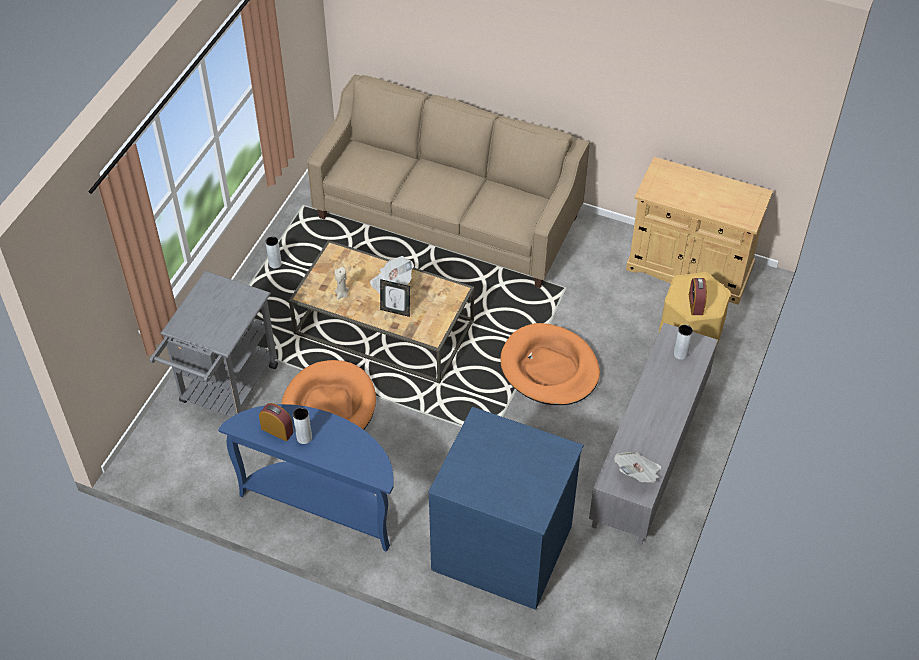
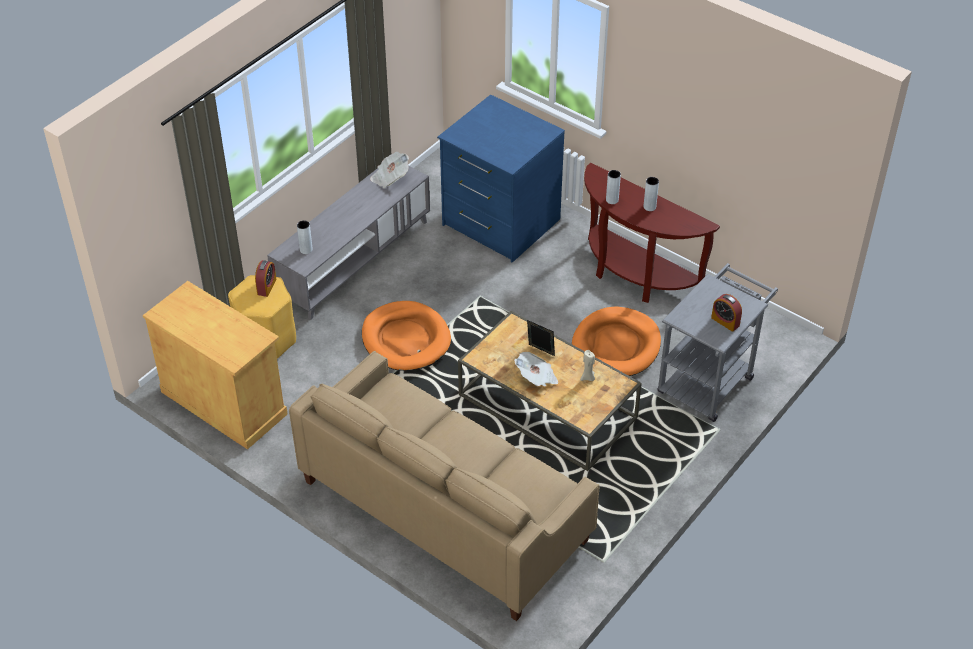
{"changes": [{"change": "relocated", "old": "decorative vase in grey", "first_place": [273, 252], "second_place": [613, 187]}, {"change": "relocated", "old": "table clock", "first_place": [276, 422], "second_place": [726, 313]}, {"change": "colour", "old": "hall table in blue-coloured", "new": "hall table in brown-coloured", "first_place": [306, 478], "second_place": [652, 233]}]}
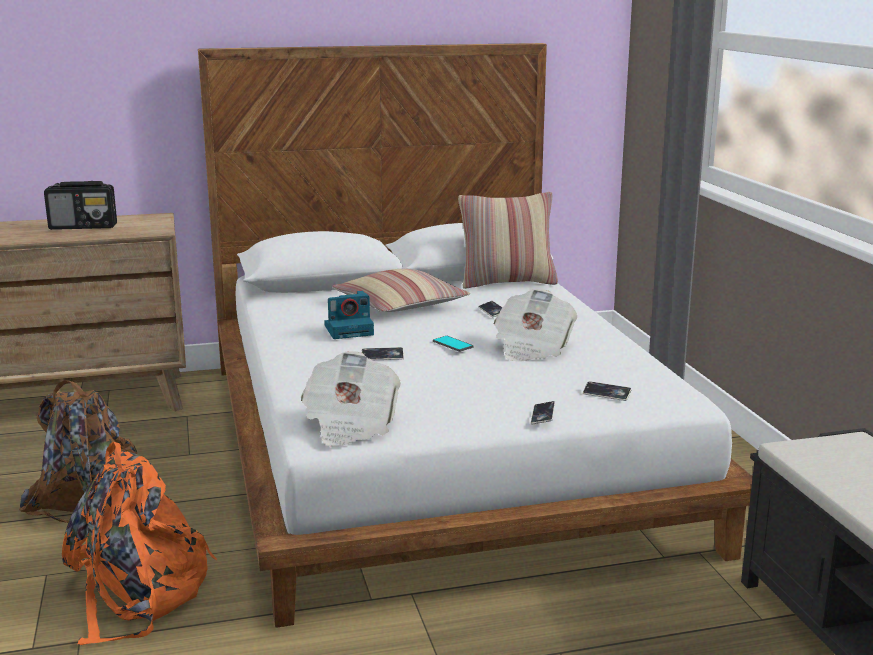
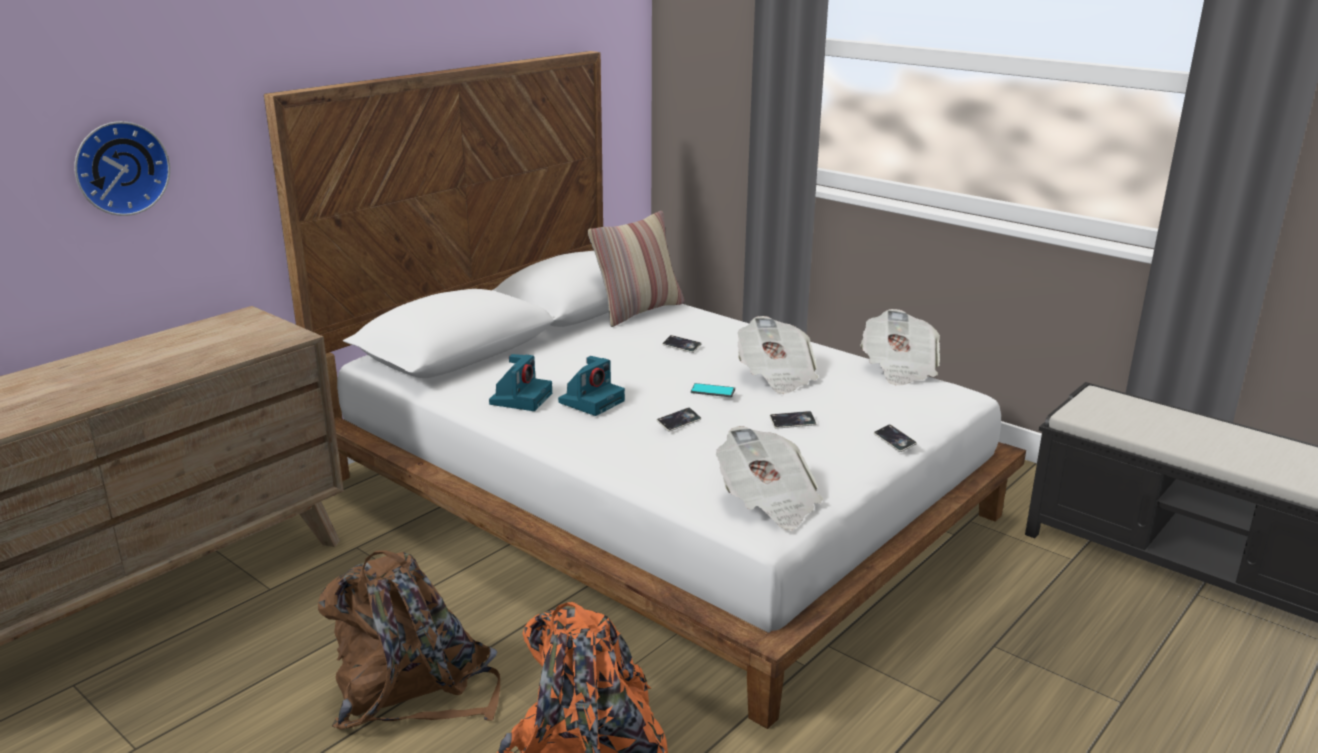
{"changes": [{"change": "missing", "old": "radio set", "first_place": [80, 205]}, {"change": "missing", "old": "pillow", "first_place": [401, 290]}, {"change": "relocated", "old": "handset", "first_place": [607, 391], "second_place": [793, 420]}, {"change": "appeared", "new": "clock on the wall", "second_place": [122, 168]}, {"change": "appeared", "new": "newspaper", "second_place": [900, 347]}, {"change": "appeared", "new": "photo camera", "second_place": [520, 382]}]}
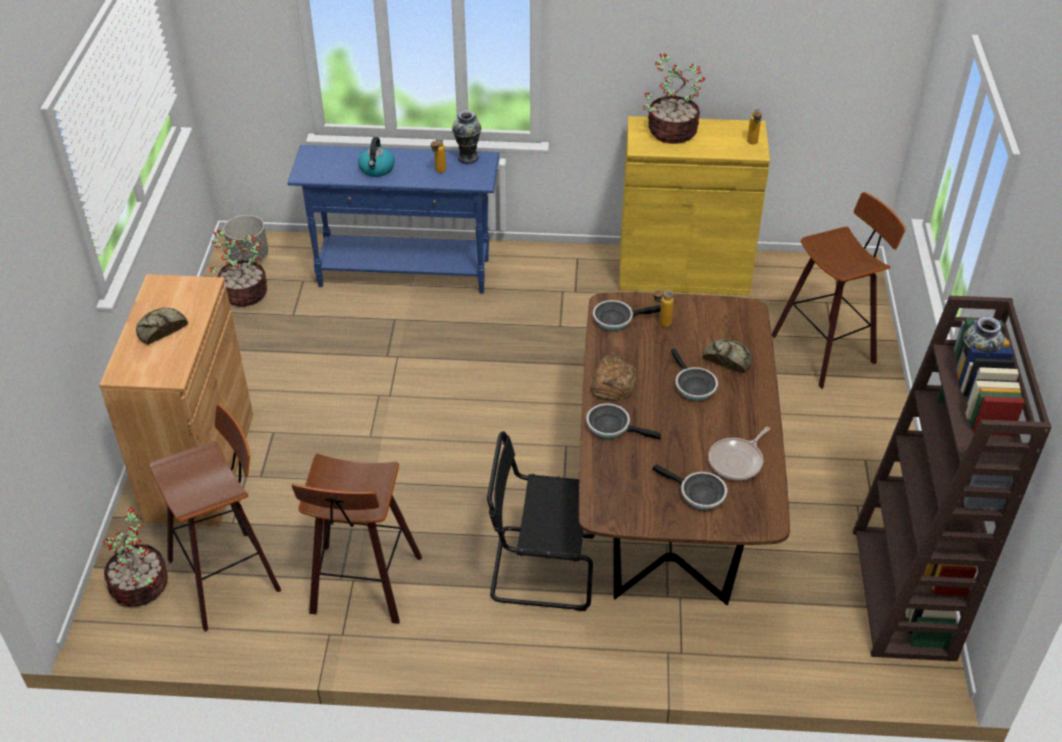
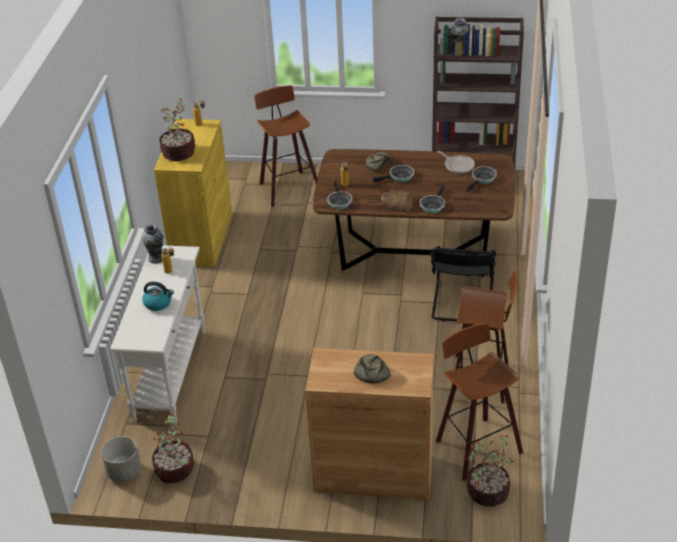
{"changes": [{"change": "colour", "old": "hall table in blue-coloured", "new": "hall table in white-coloured", "first_place": [393, 219], "second_place": [157, 334]}]}
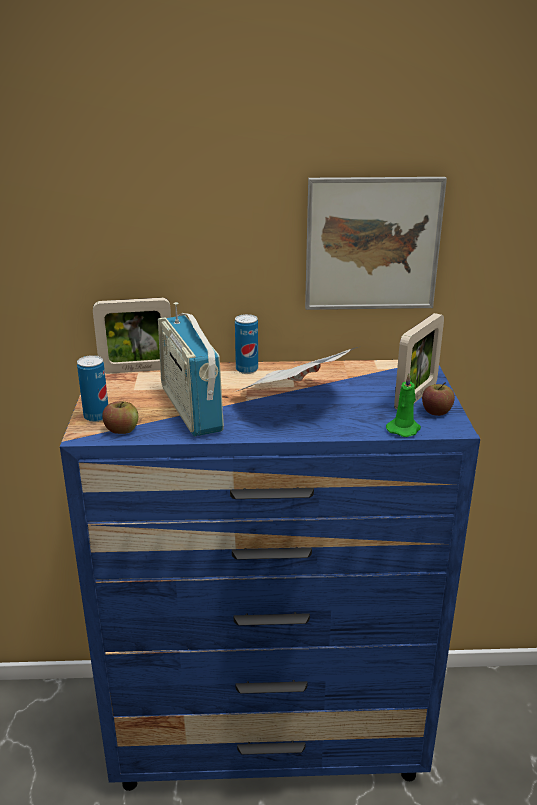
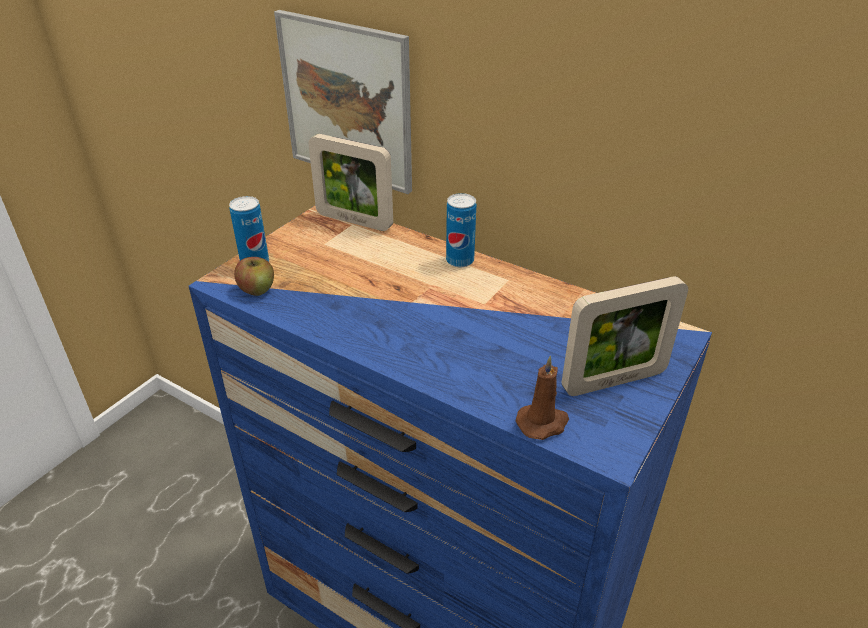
{"changes": [{"change": "relocated", "old": "wall picture", "first_place": [376, 243], "second_place": [343, 102]}, {"change": "missing", "old": "radio set", "first_place": [191, 369]}, {"change": "missing", "old": "newspaper", "first_place": [297, 369]}, {"change": "colour", "old": "wax candle in green-coloured", "new": "wax candle in brown-coloured", "first_place": [403, 405], "second_place": [542, 397]}, {"change": "missing", "old": "apple fruit", "first_place": [438, 399]}]}
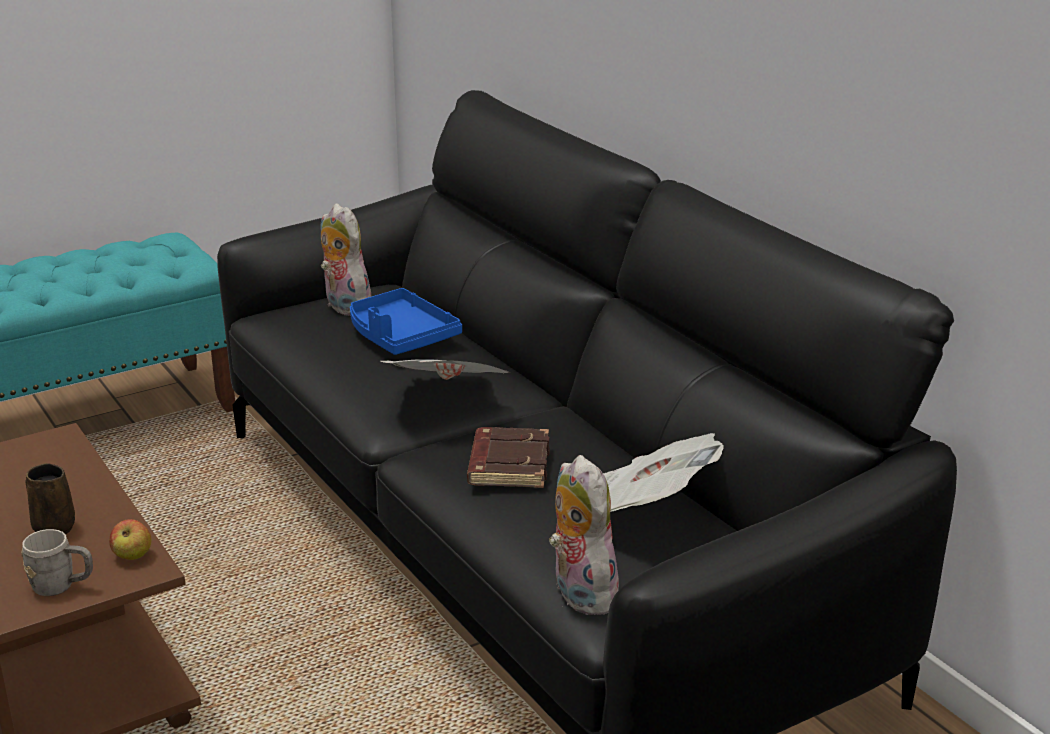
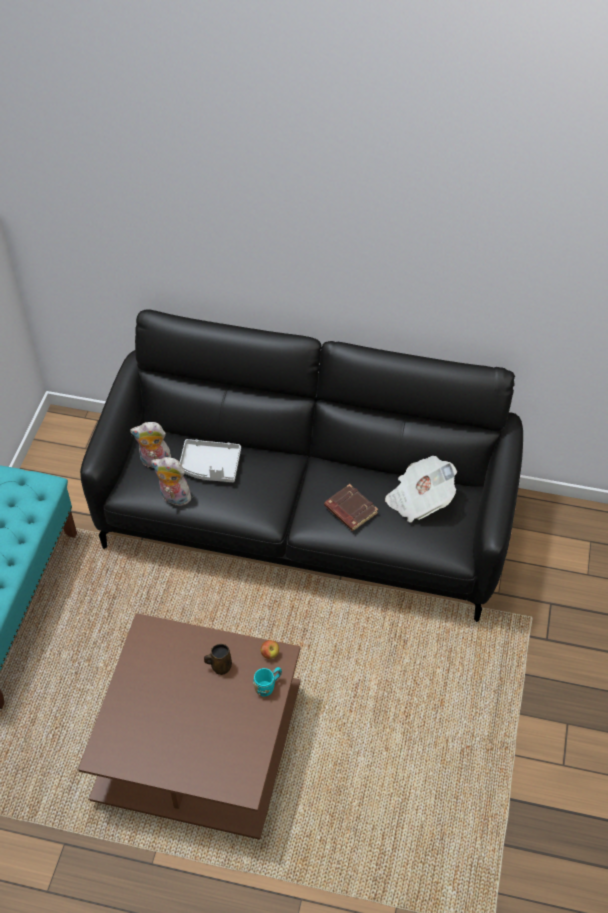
{"changes": [{"change": "colour", "old": "carrying tray in blue-coloured", "new": "carrying tray in grey", "first_place": [406, 321], "second_place": [210, 460]}, {"change": "missing", "old": "newspaper", "first_place": [445, 369]}, {"change": "relocated", "old": "soft toy", "first_place": [584, 535], "second_place": [171, 481]}, {"change": "colour", "old": "mug in grey", "new": "mug in turquoise-coloured", "first_place": [57, 562], "second_place": [267, 681]}]}
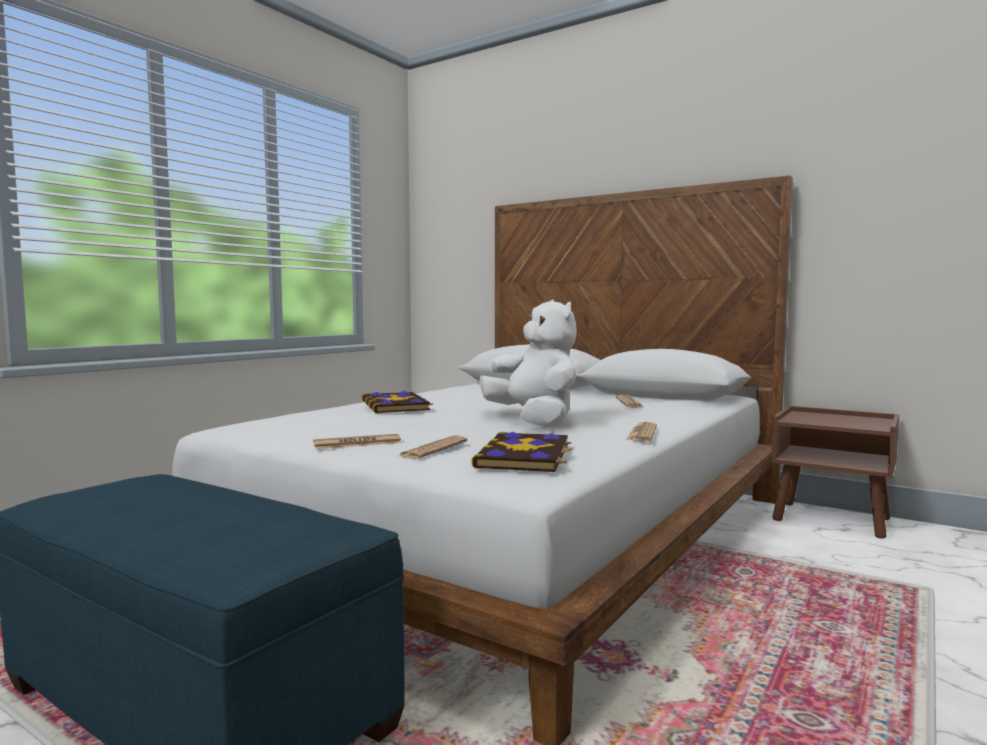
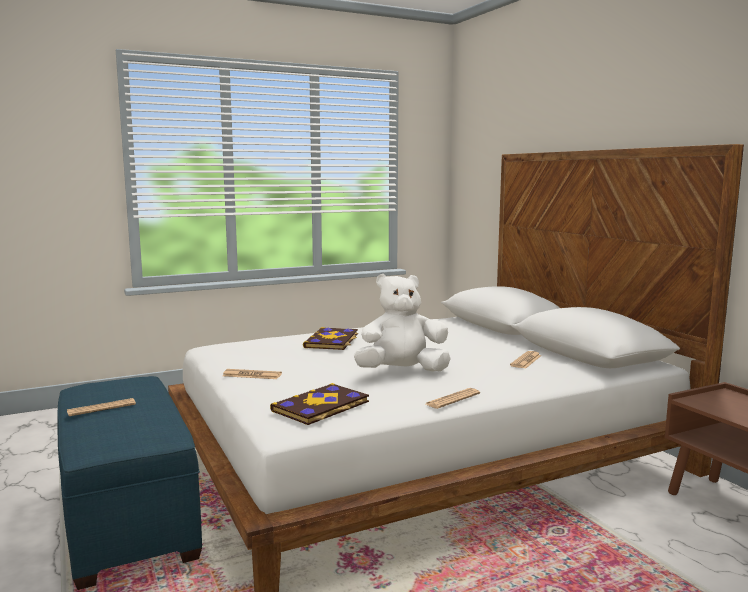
{"changes": [{"change": "spun", "old": "soft toy in white-coloured", "first_place": [528, 363], "second_place": [402, 323], "degrees": -105}, {"change": "relocated", "old": "newspaper", "first_place": [433, 447], "second_place": [101, 407]}]}
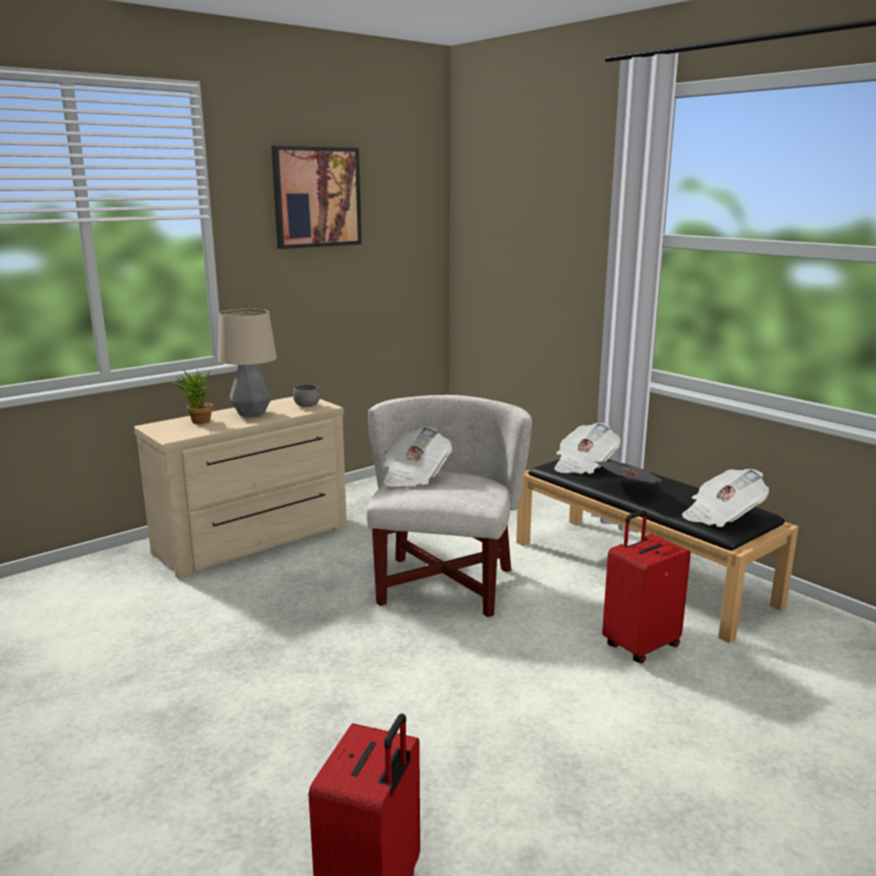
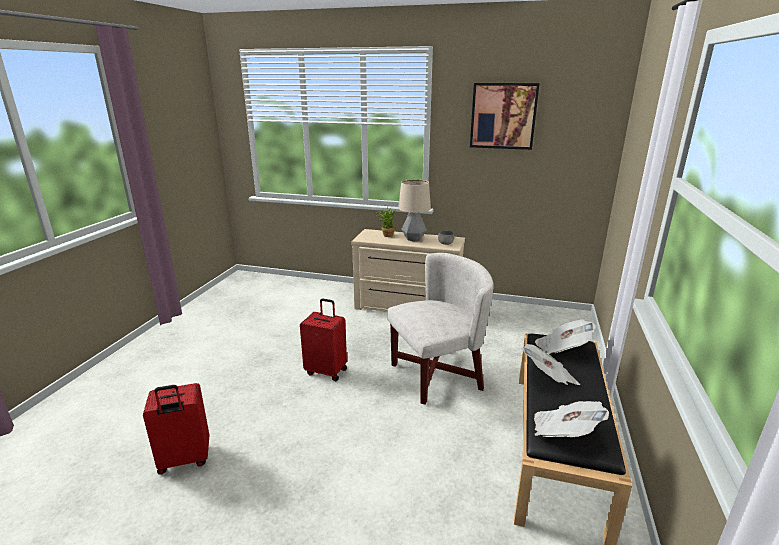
{"changes": [{"change": "missing", "old": "newspaper", "first_place": [417, 457]}, {"change": "relocated", "old": "travel case in red-coloured", "first_place": [646, 587], "second_place": [323, 339]}]}
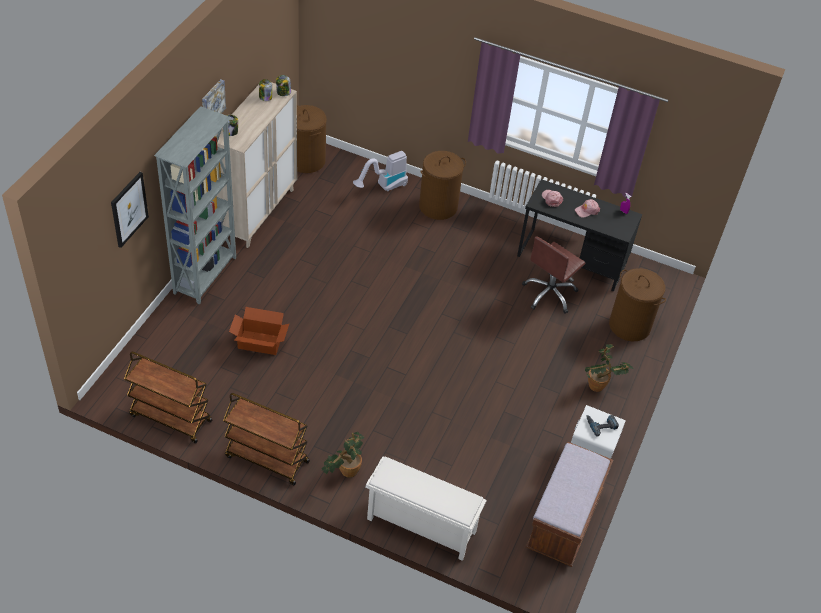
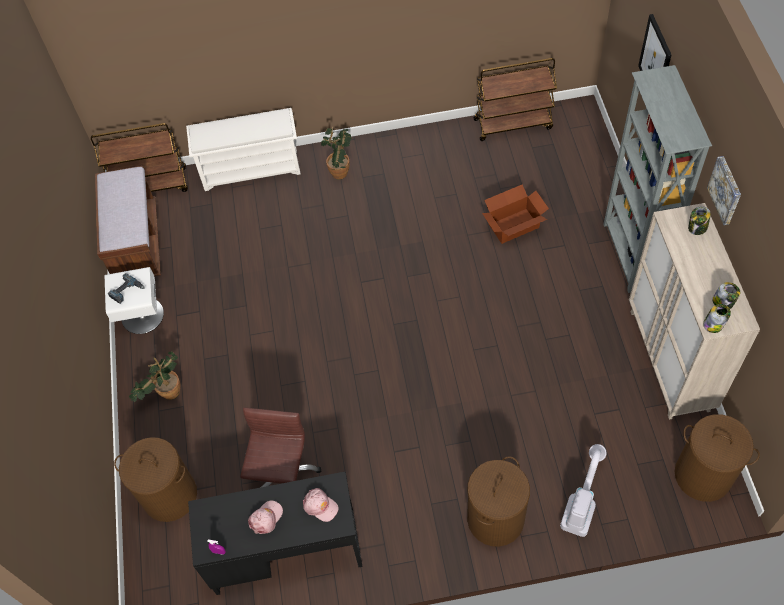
{"changes": [{"change": "relocated", "old": "trolley in brown-coloured", "first_place": [266, 439], "second_place": [139, 157]}]}
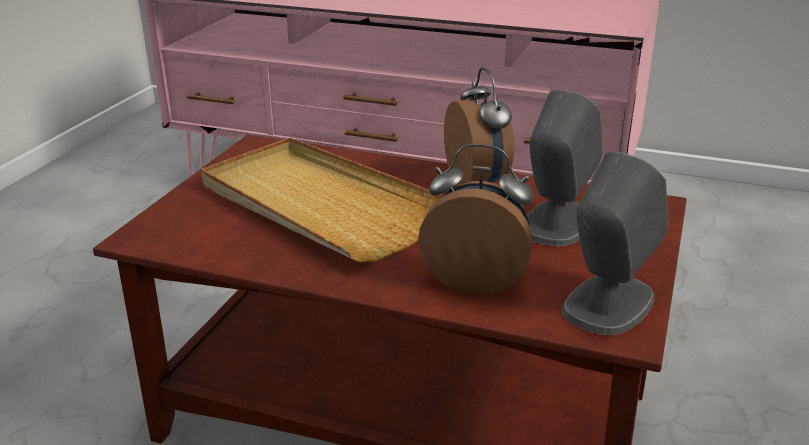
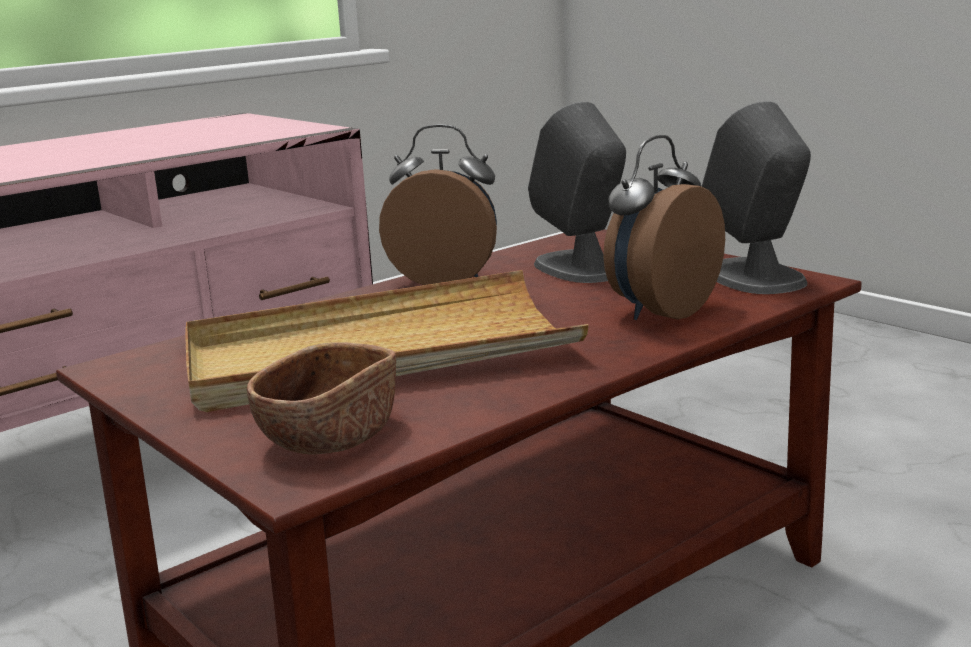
{"changes": [{"change": "appeared", "new": "serving bowl in brown-coloured", "second_place": [321, 399]}]}
